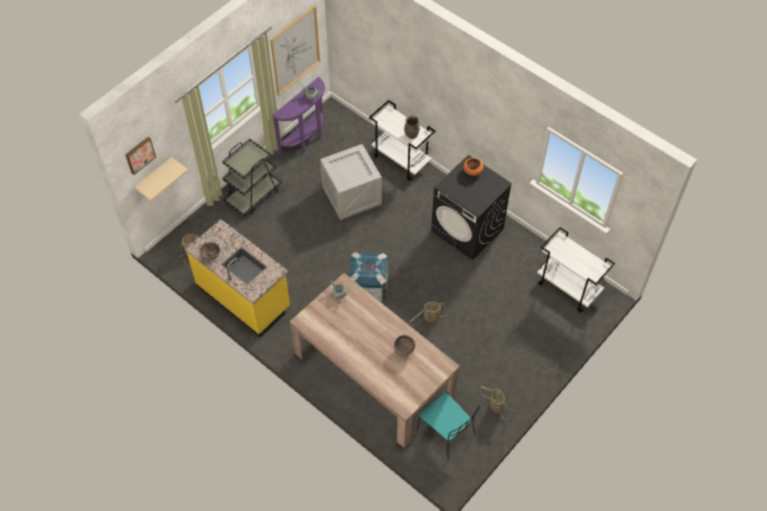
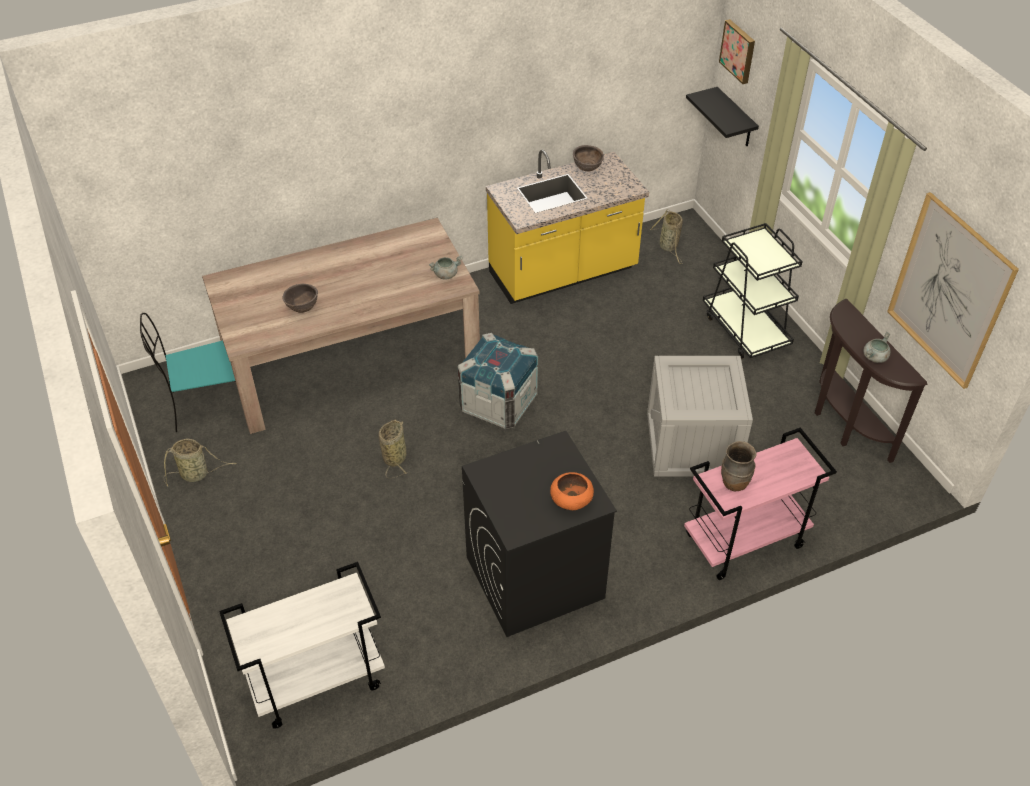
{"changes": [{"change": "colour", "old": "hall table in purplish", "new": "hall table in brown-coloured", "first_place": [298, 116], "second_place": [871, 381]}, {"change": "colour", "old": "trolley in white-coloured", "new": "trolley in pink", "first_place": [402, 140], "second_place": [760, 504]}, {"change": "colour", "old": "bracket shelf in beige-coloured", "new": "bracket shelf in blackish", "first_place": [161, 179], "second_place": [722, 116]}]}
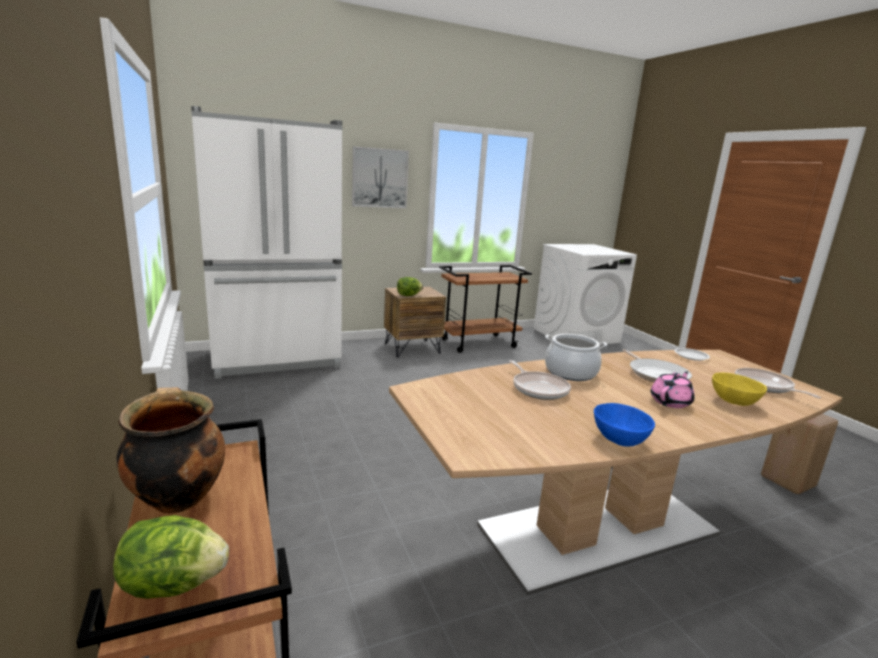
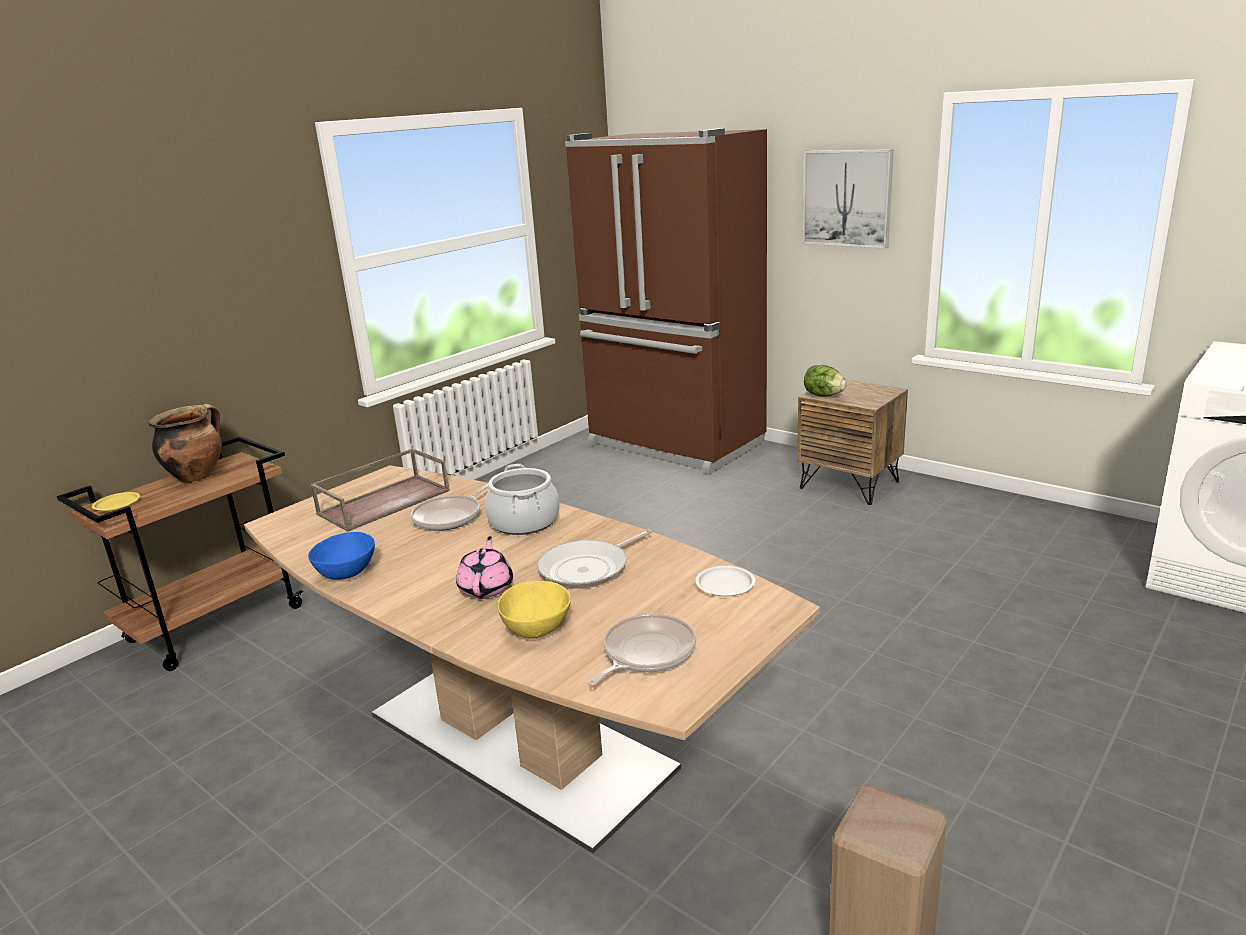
{"changes": [{"change": "colour", "old": "kitchen fridge in white-coloured", "new": "kitchen fridge in brown-coloured", "first_place": [266, 242], "second_place": [666, 301]}, {"change": "missing", "old": "trolley in brown-coloured", "first_place": [485, 309]}, {"change": "spun", "old": "pot for tea in pink", "first_place": [672, 389], "second_place": [484, 567], "degrees": -105}, {"change": "exchanged", "old": "head of lettuce", "new": "dinner plate in yellow", "first_place": [171, 557], "second_place": [116, 501]}, {"change": "appeared", "new": "carrying tray in brown-coloured", "second_place": [380, 490]}]}
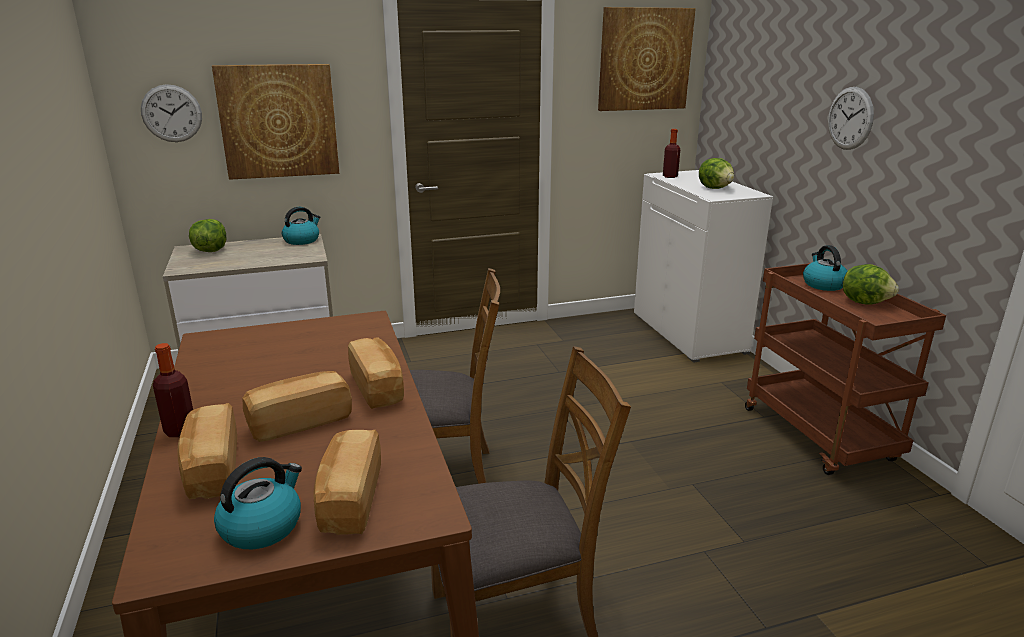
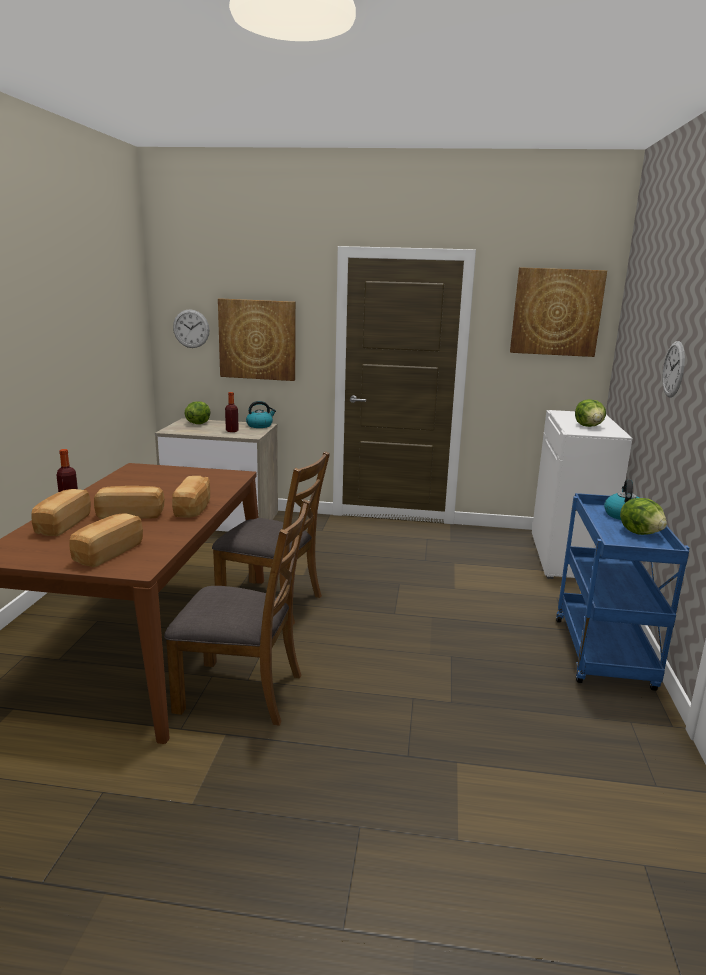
{"changes": [{"change": "relocated", "old": "bottle", "first_place": [671, 153], "second_place": [232, 412]}, {"change": "colour", "old": "trolley in brown-coloured", "new": "trolley in blue-coloured", "first_place": [845, 369], "second_place": [622, 592]}, {"change": "missing", "old": "water kettle", "first_place": [258, 503]}]}
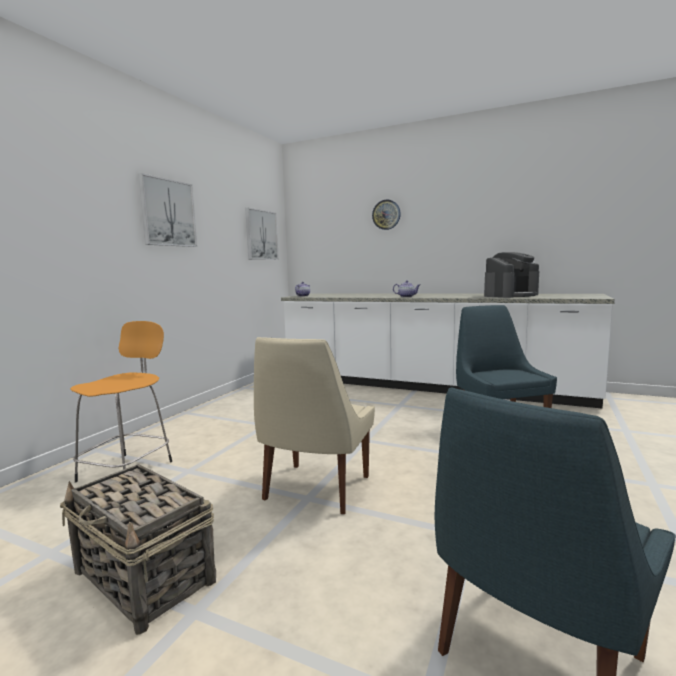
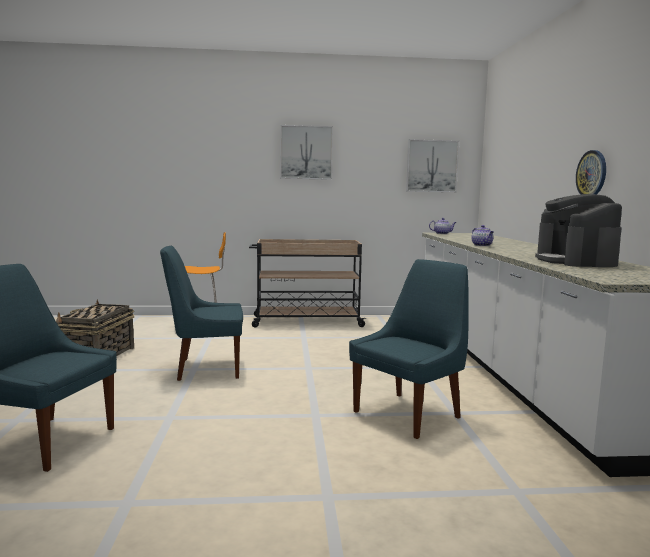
{"changes": [{"change": "relocated", "old": "clock on the wall", "first_place": [386, 214], "second_place": [591, 172]}, {"change": "spun", "old": "coffee maker", "first_place": [511, 275], "second_place": [578, 230], "degrees": 60}, {"change": "colour", "old": "chair in beige-coloured", "new": "chair in blue-coloured", "first_place": [314, 426], "second_place": [201, 313]}, {"change": "appeared", "new": "trolley in beige-coloured", "second_place": [307, 283]}]}
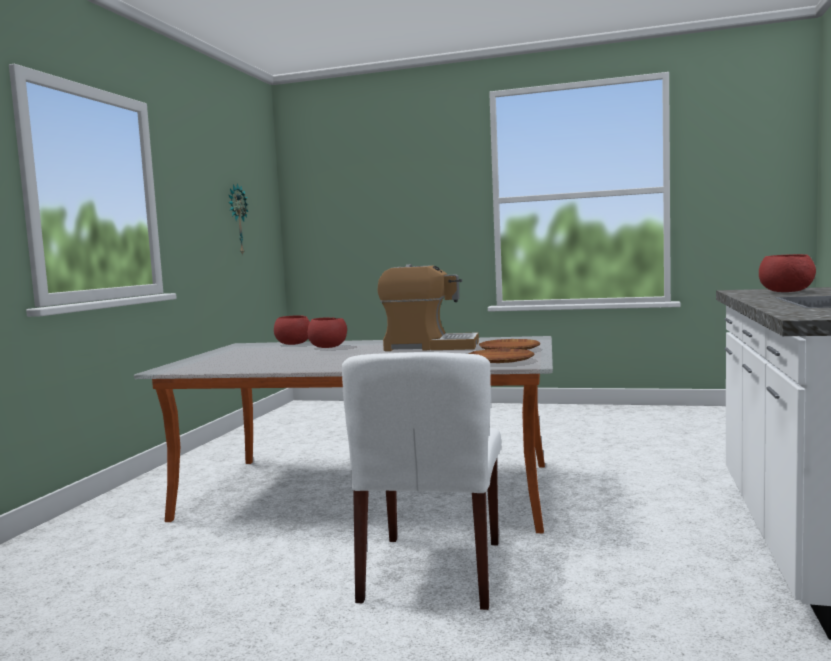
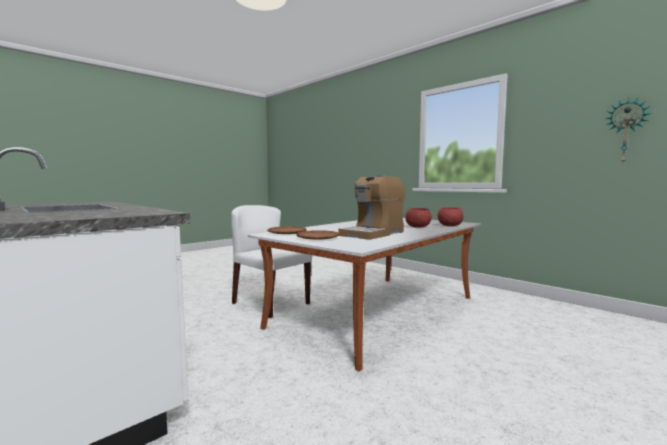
{"changes": [{"change": "missing", "old": "serving bowl in red-coloured", "first_place": [787, 273]}]}
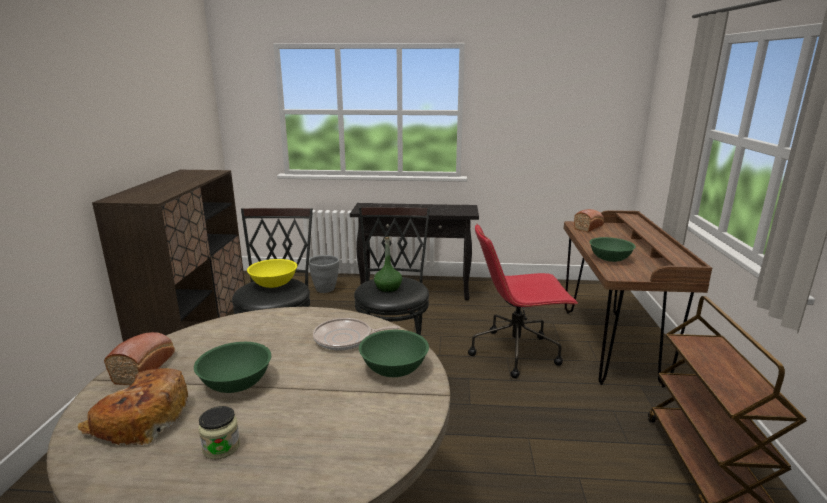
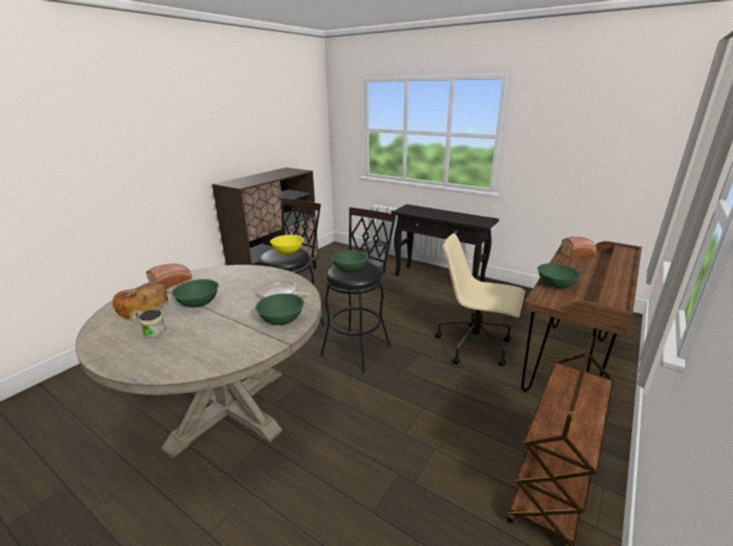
{"changes": [{"change": "colour", "old": "computer chair in red-coloured", "new": "computer chair in beige-coloured", "first_place": [523, 301], "second_place": [480, 299]}, {"change": "exchanged", "old": "bottle in green-coloured", "new": "serving bowl in green-coloured", "first_place": [388, 264], "second_place": [349, 261]}]}
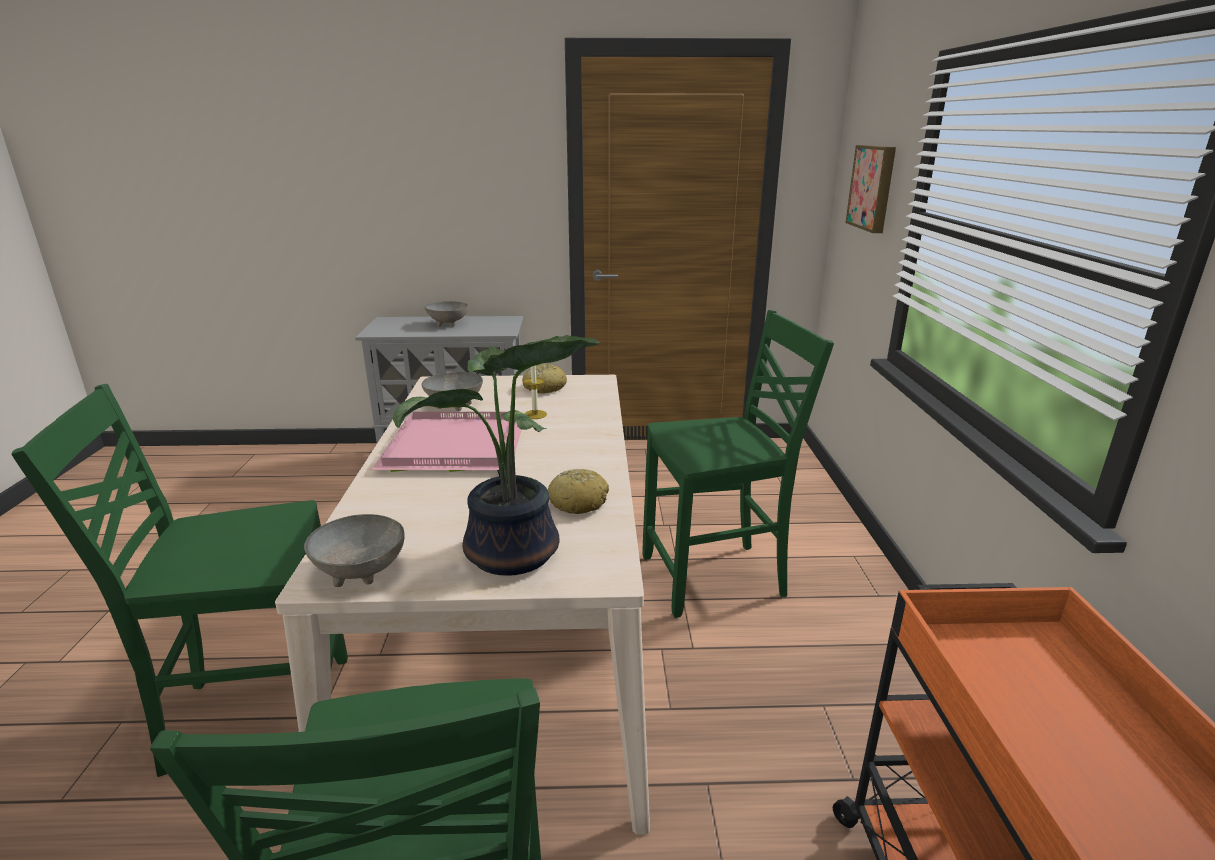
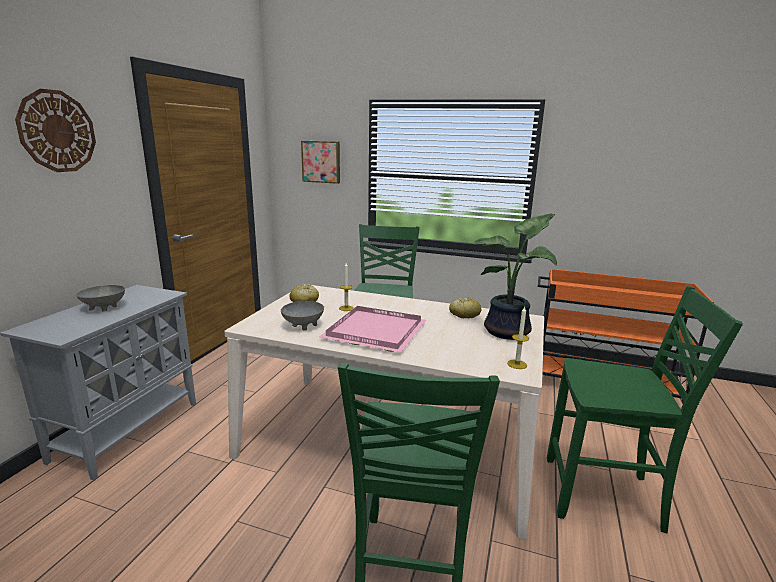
{"changes": [{"change": "exchanged", "old": "serving bowl in grey", "new": "wax candle", "first_place": [354, 550], "second_place": [518, 337]}, {"change": "appeared", "new": "clock on the wall", "second_place": [55, 130]}]}
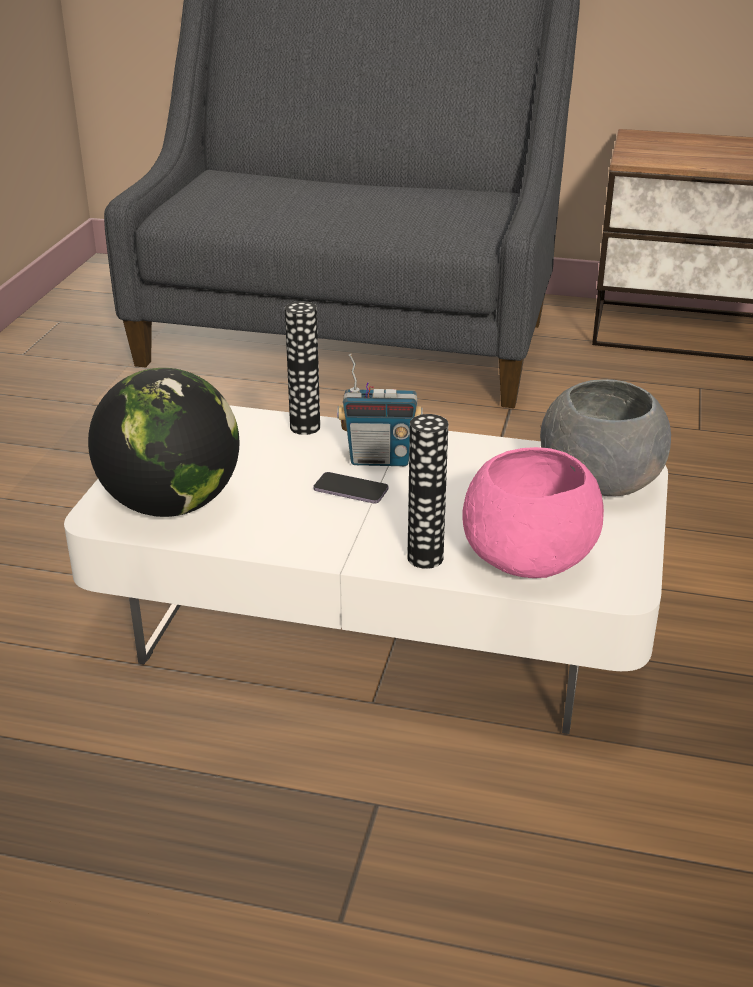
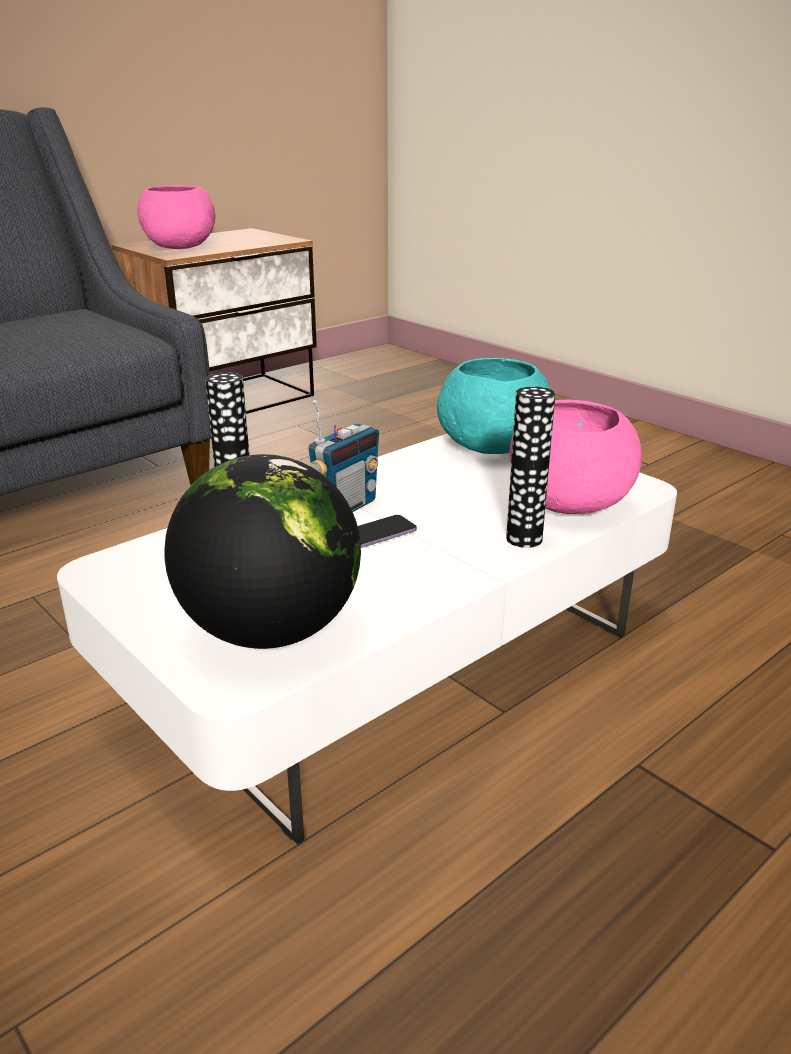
{"changes": [{"change": "colour", "old": "serving bowl in grey", "new": "serving bowl in turquoise-coloured", "first_place": [605, 437], "second_place": [494, 406]}, {"change": "appeared", "new": "serving bowl in pink", "second_place": [176, 217]}]}
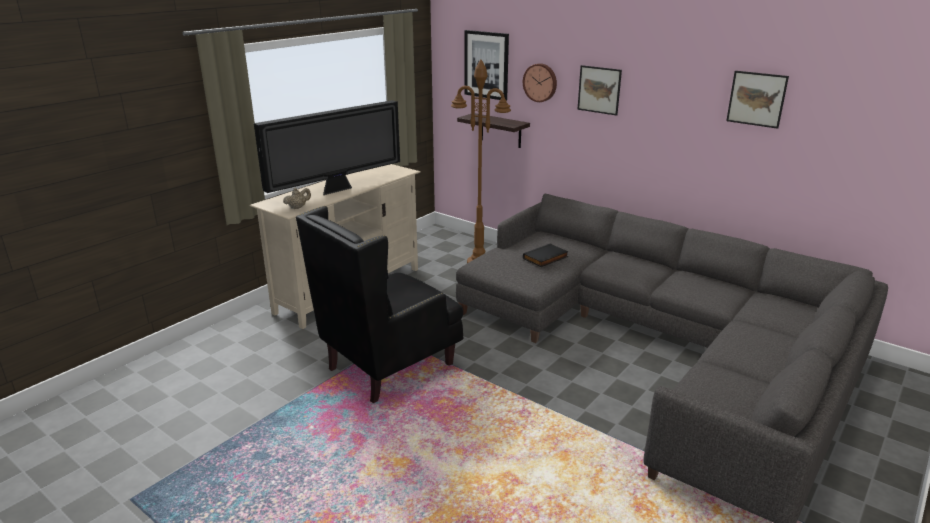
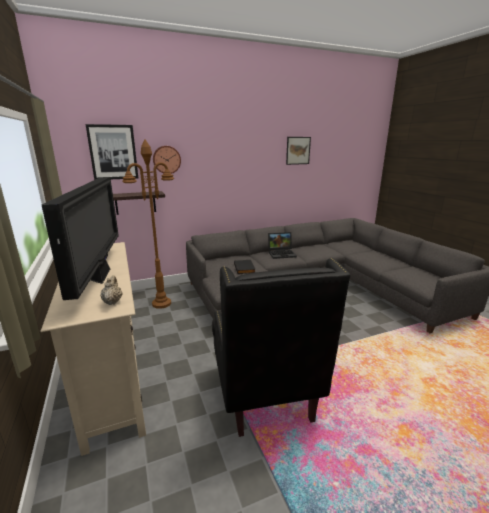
{"changes": [{"change": "missing", "old": "wall picture", "first_place": [600, 90]}, {"change": "appeared", "new": "portable computer", "second_place": [282, 245]}]}
